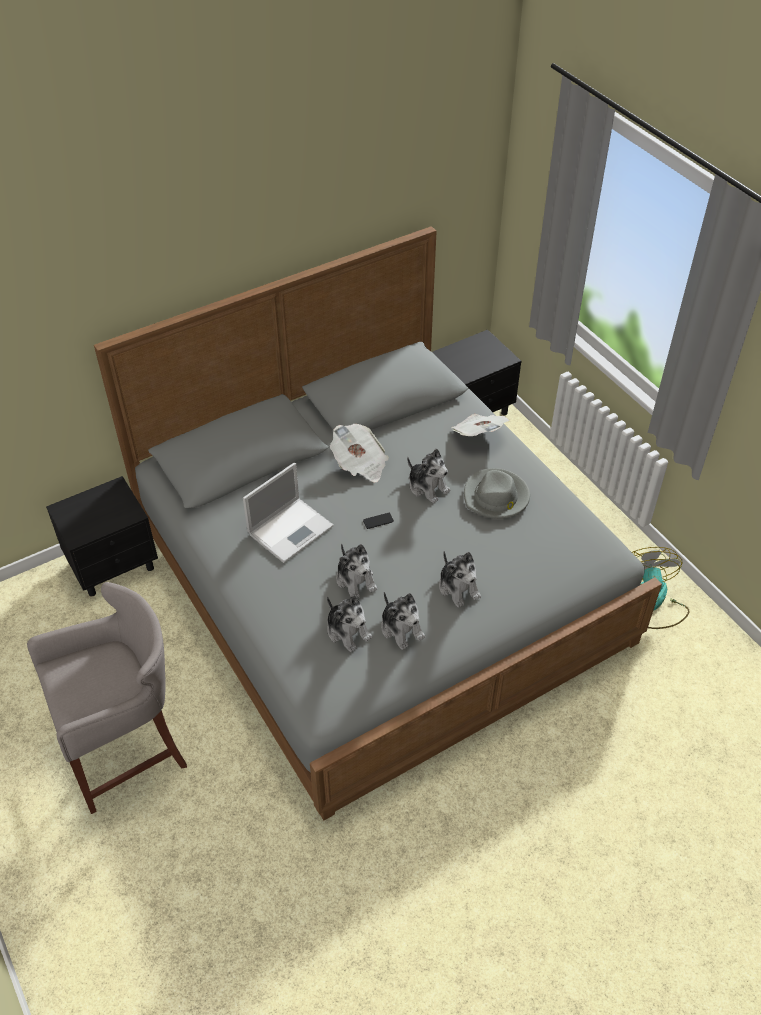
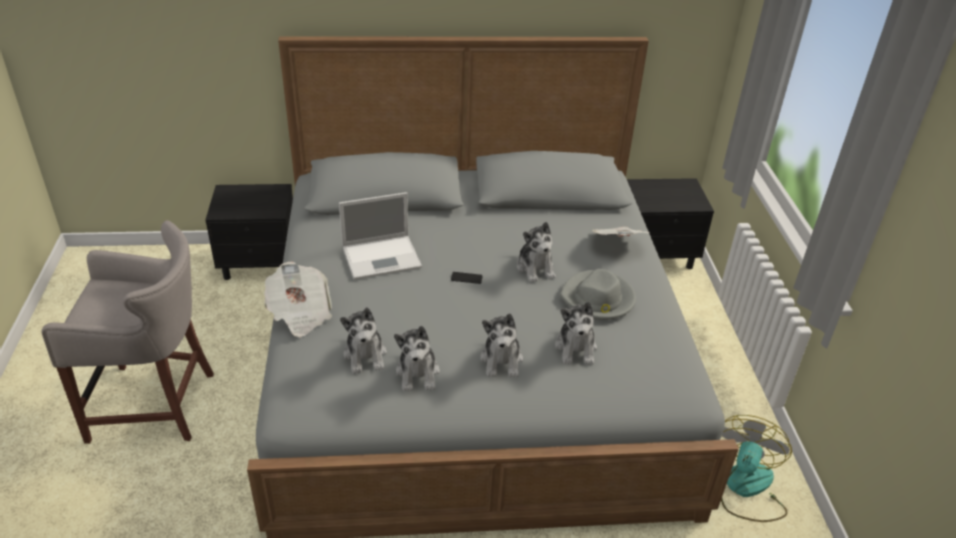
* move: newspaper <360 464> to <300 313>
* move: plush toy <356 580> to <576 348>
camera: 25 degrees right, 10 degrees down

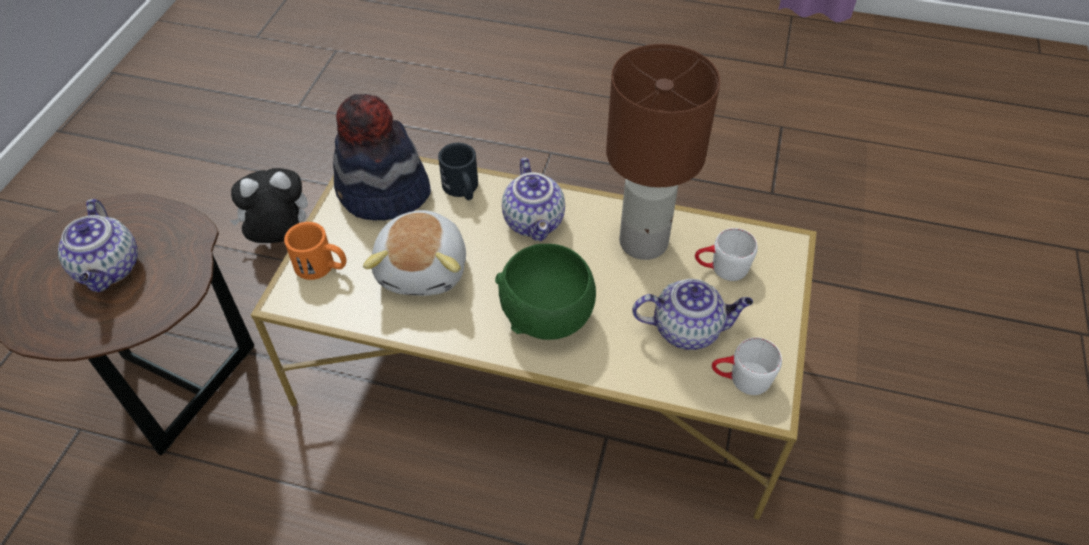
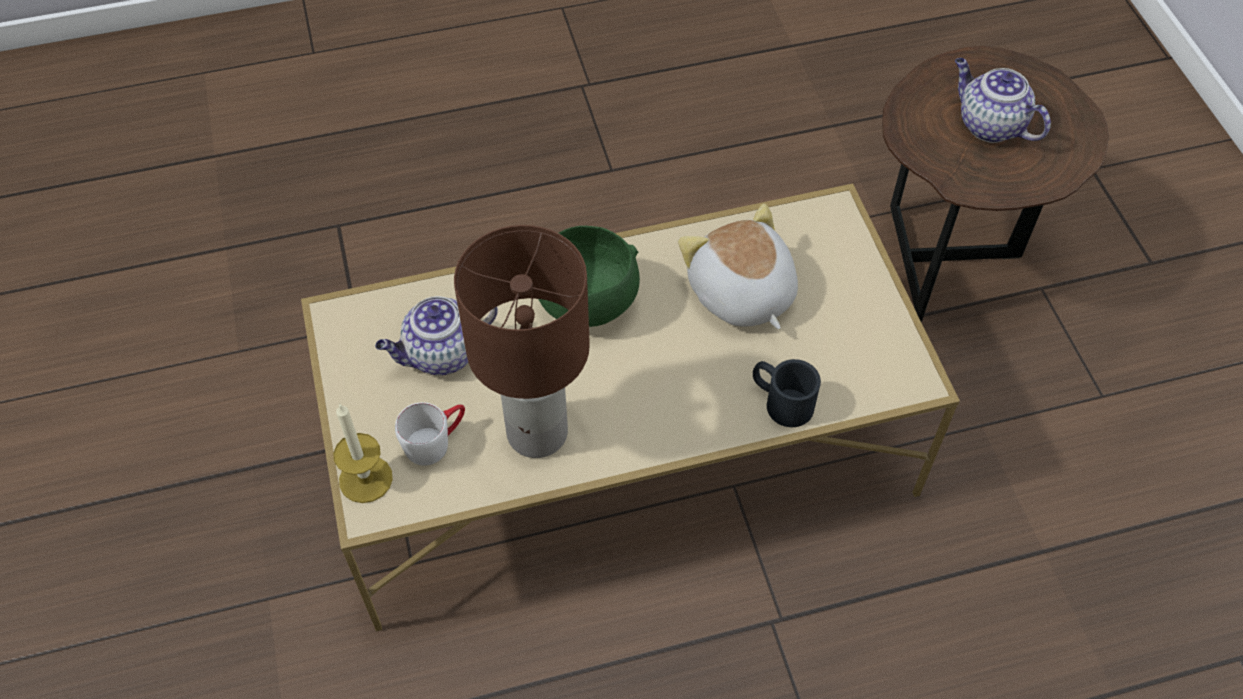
* delete: plush toy <280 238>
* delete: mug (orange) <322 266>
* delete: hat <383 193>
* delete: teapot <535 222>
* delete: mug (white) <741 379>
* insert: candle <365 479>
camera: 150 degrees right, 5 degrees up

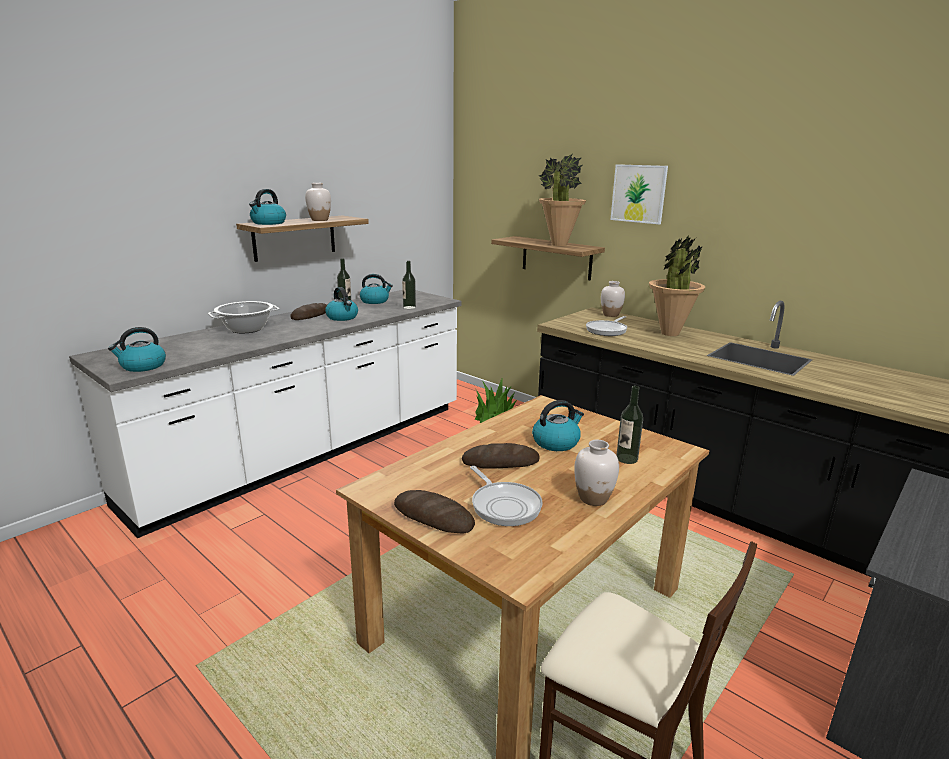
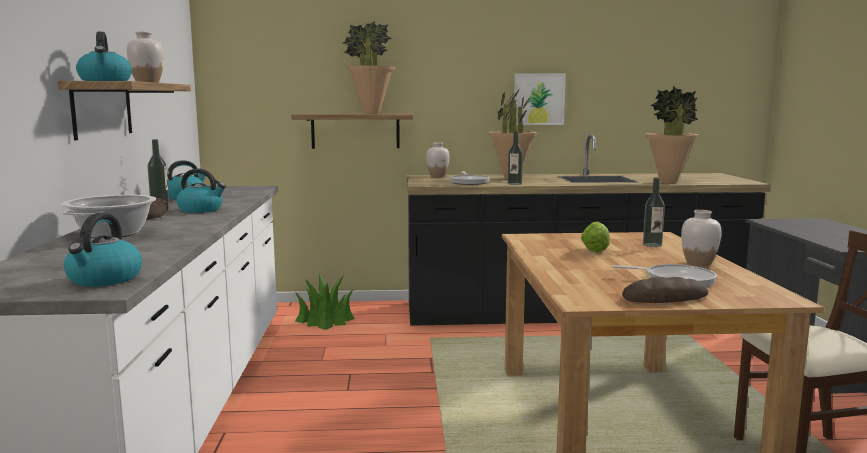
* move: bottle <409 307> to <514 184>
* delete: bread <500 462>
* replace: kettle <556 442> to lettuce <595 249>
* move: picture <638 193> to <539 99>
* insert: potted plant <668 182>
camera: 45 degrees left, 10 degrees down

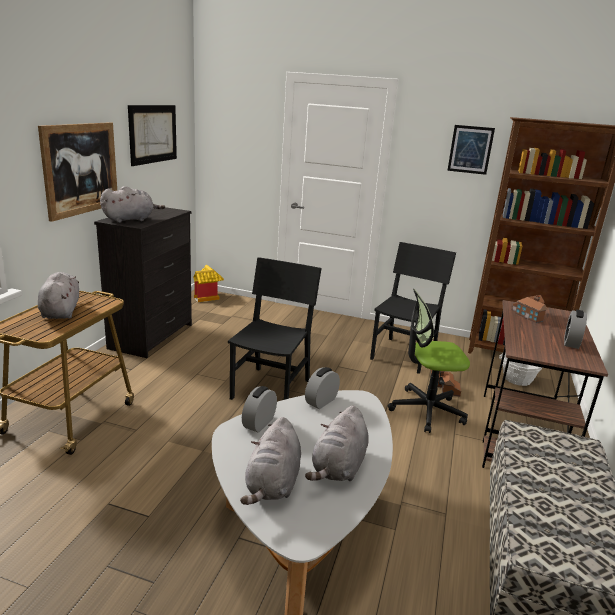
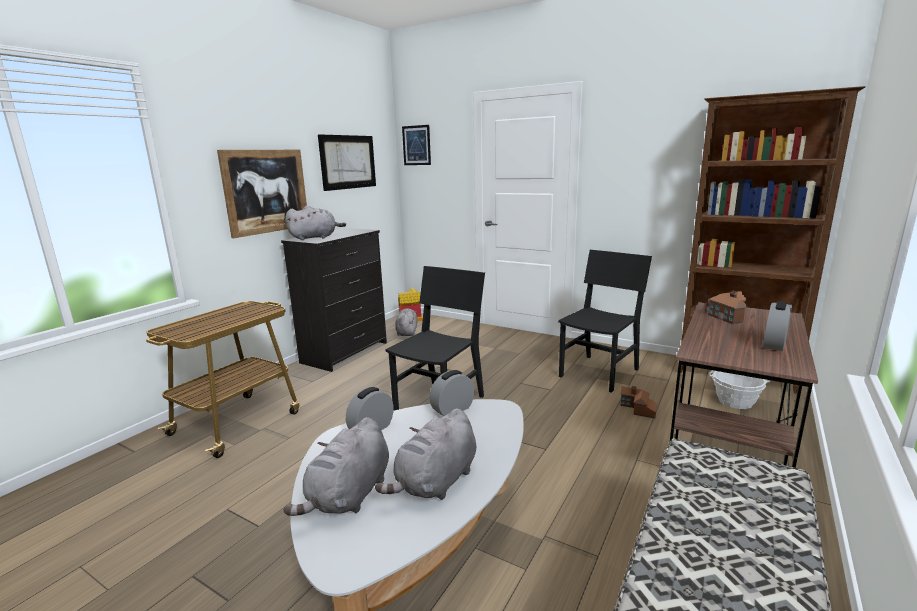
* move: plush toy (grey) <61 311> to <407 332>
* delete: office chair <426 410>
* move: picture <470 149> to <416 145>
camera: 15 degrees right, 5 degrees down

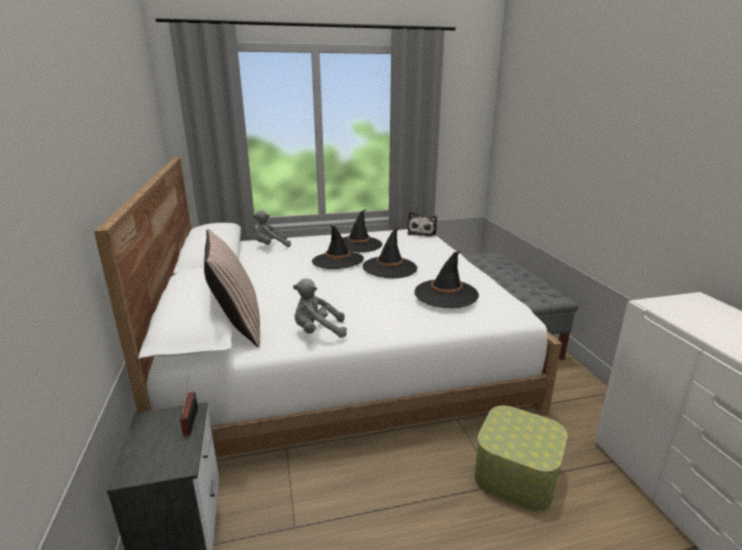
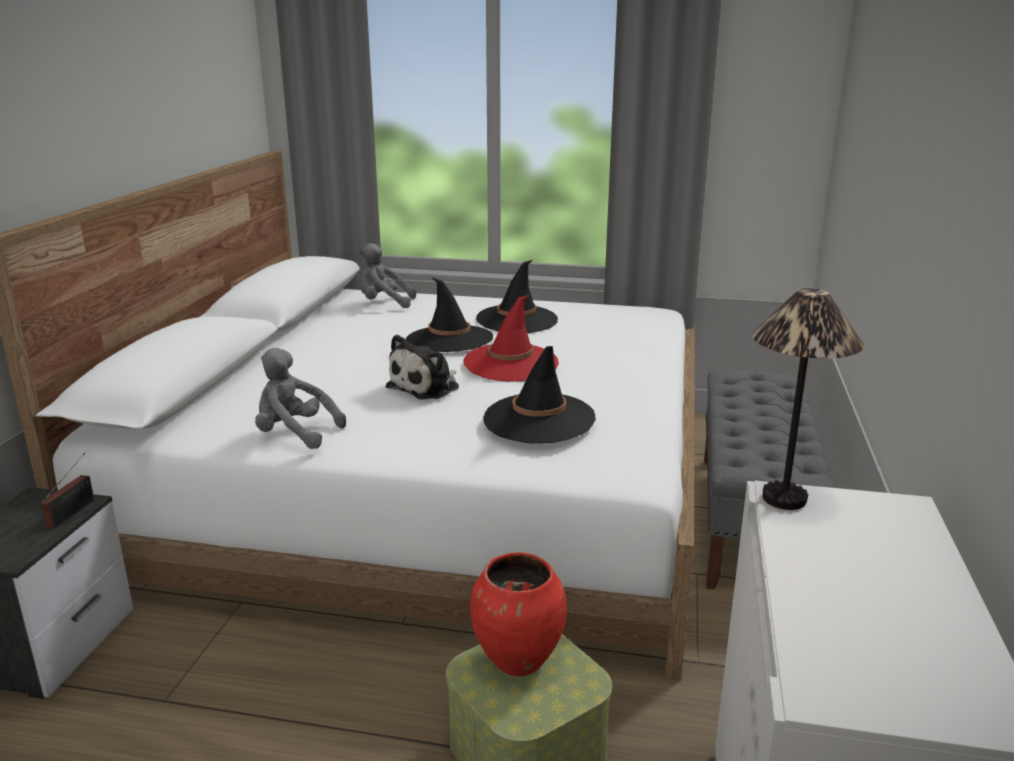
* delete: pillow <237 325>
* recolor: hat (black) <389 268> to hat (red) <511 363>
* move: plush toy <422 233> to <426 387>
* insert: vase (red) <518 661>
* insert: table lamp <785 499>
camera: 25 degrees right, 0 degrees up

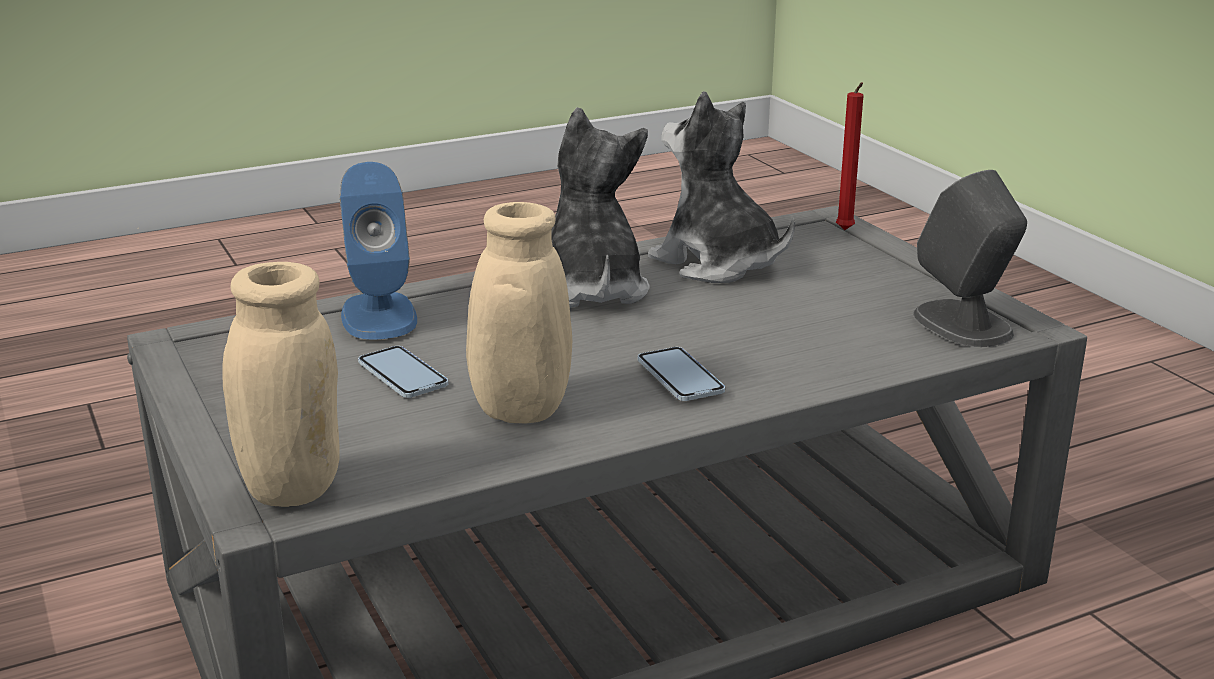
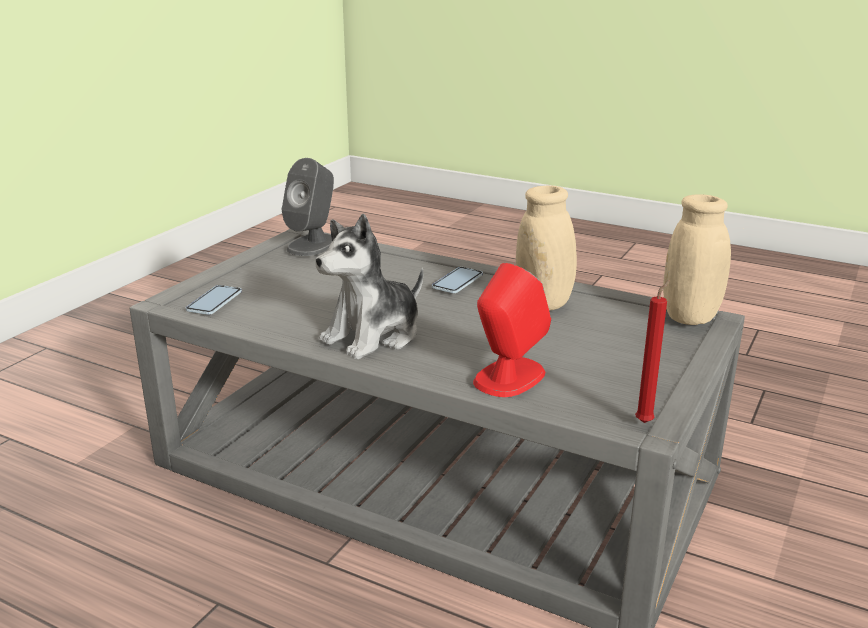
* recolor: speaker (blue) <379 316> to speaker (red) <508 378>
* move: phone <402 374> to <214 301>
* delete: plush toy <717 264>
* move: candle (red) <845 231> to <646 421>
camera: 125 degrees left, 0 degrees up

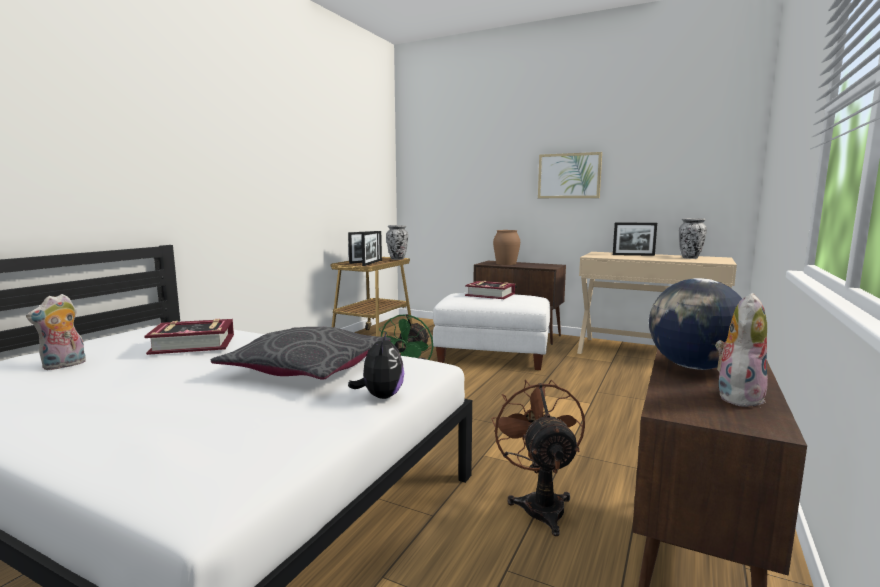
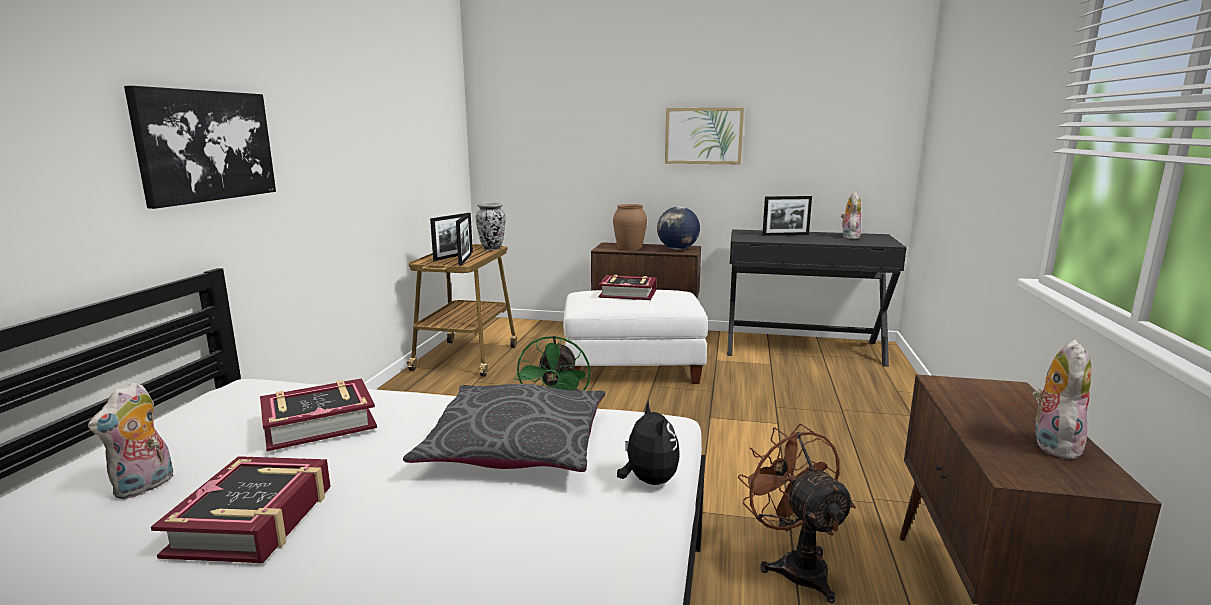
* recolor: desk (beige) <648 353> to desk (black) <802 348>
* move: globe <694 367> to <677 249>
* replace: vase <690 258> to plush toy <849 237>
* insert: picture <206 145>
* insert: book <253 520>
camera: 15 degrees left, 5 degrees up

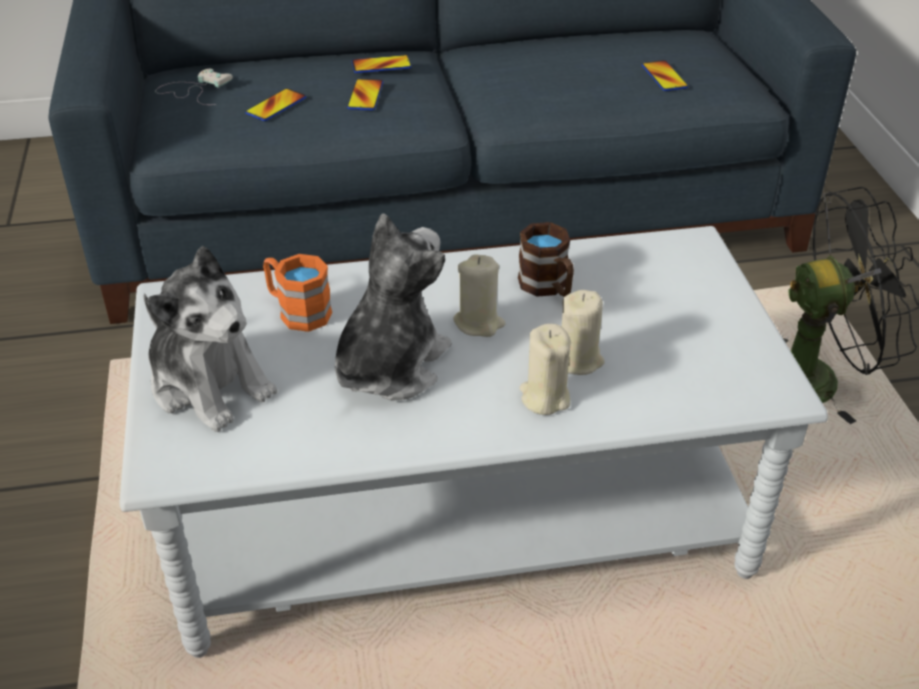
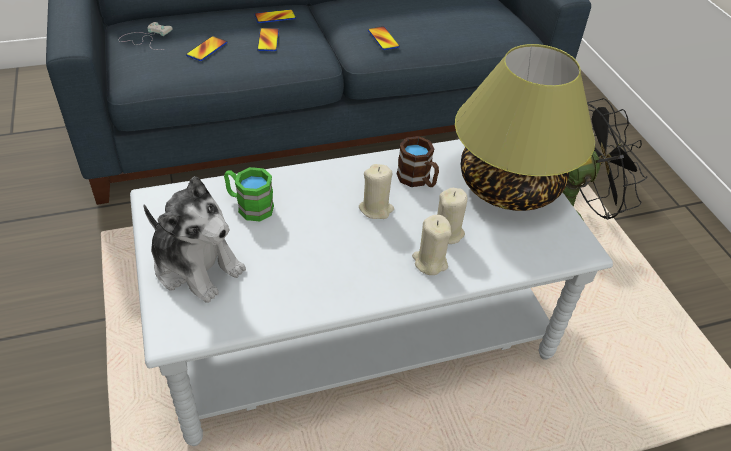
* recolor: mug (orange) <297 311> to mug (green) <249 206>
* delete: plush toy <389 366>
* move: phone <664 77> to <383 39>
* insert: table lamp <507 186>
camera: 10 degrees left, 5 degrees up

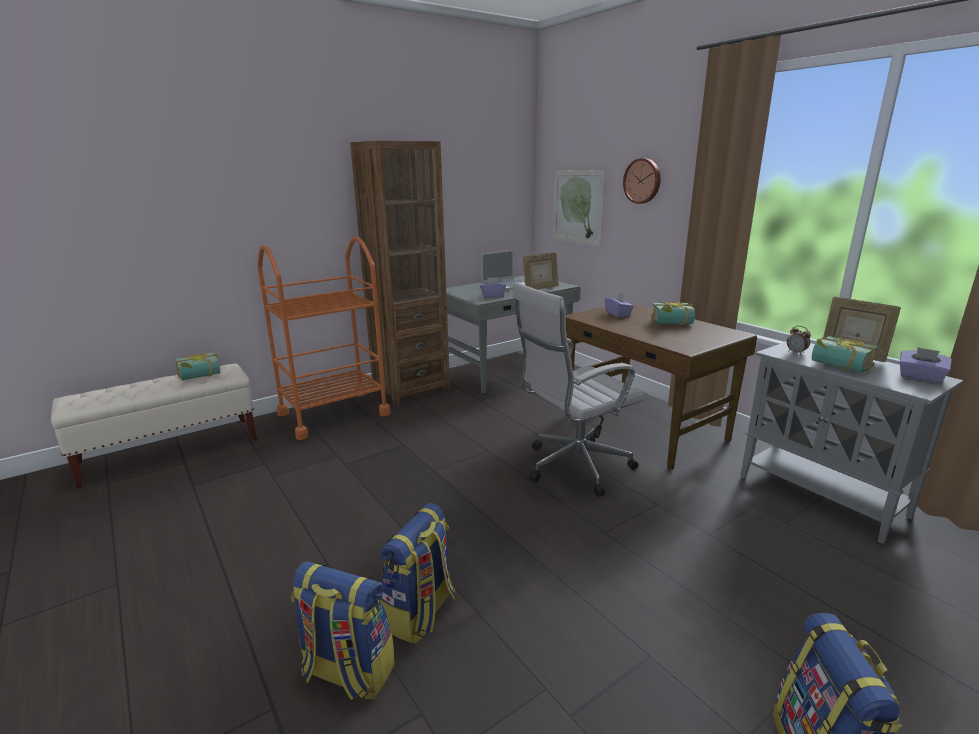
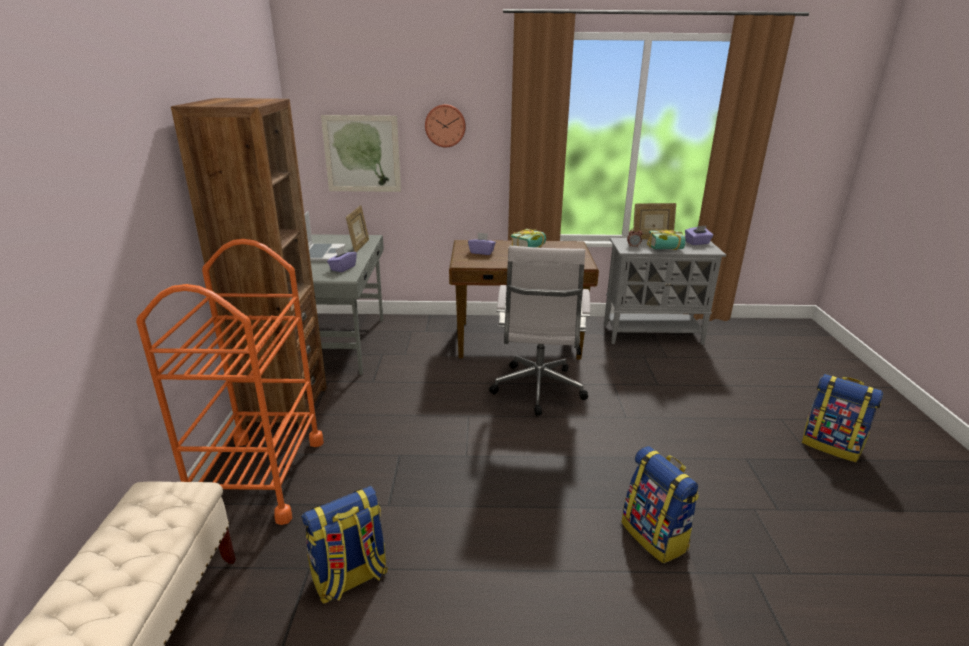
* delete: book <200 377>
* move: backpack <347 672> to <350 578>
camera: 55 degrees left, 5 degrees up

